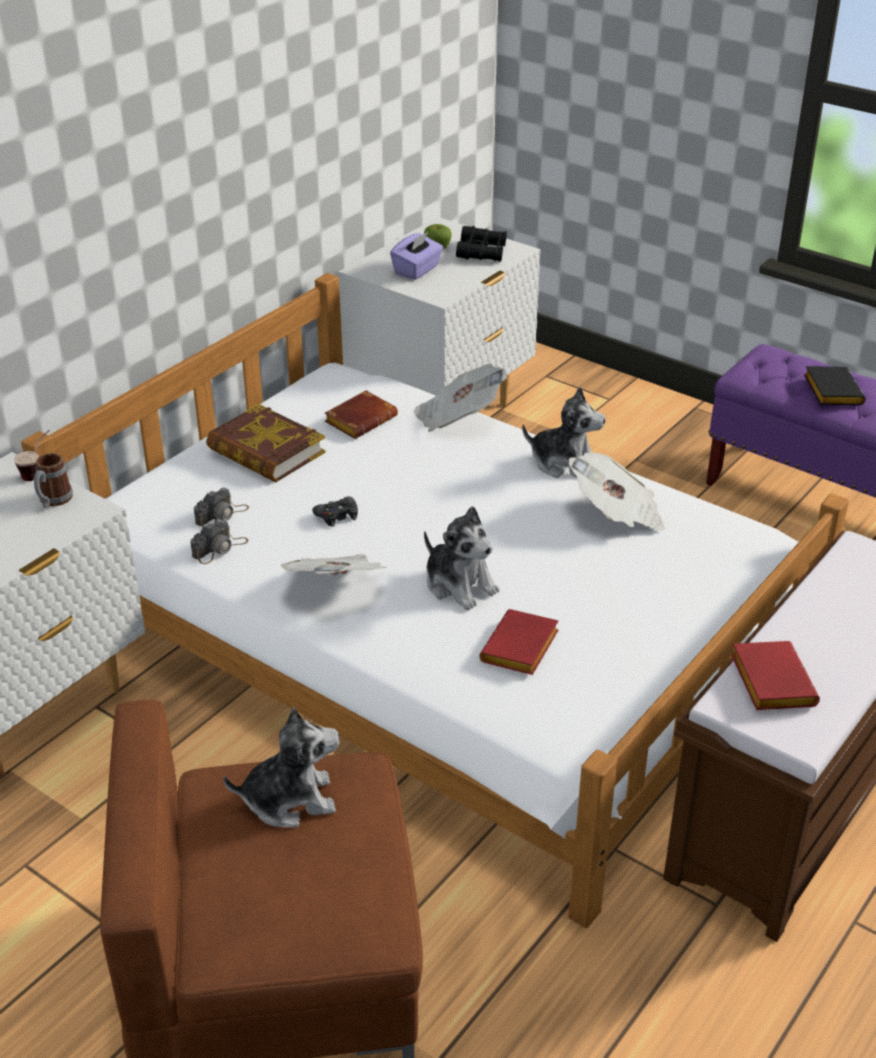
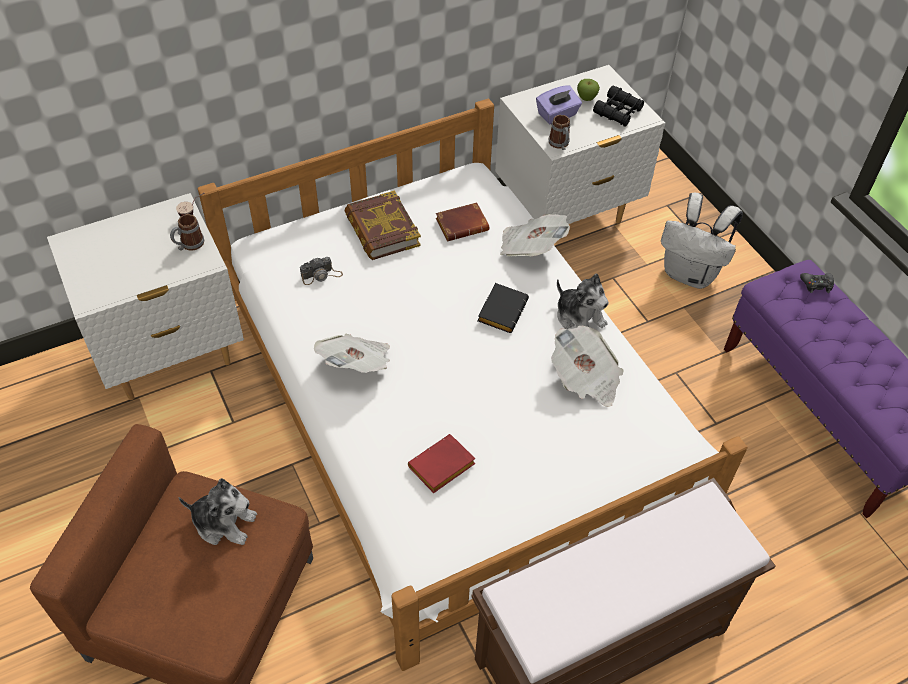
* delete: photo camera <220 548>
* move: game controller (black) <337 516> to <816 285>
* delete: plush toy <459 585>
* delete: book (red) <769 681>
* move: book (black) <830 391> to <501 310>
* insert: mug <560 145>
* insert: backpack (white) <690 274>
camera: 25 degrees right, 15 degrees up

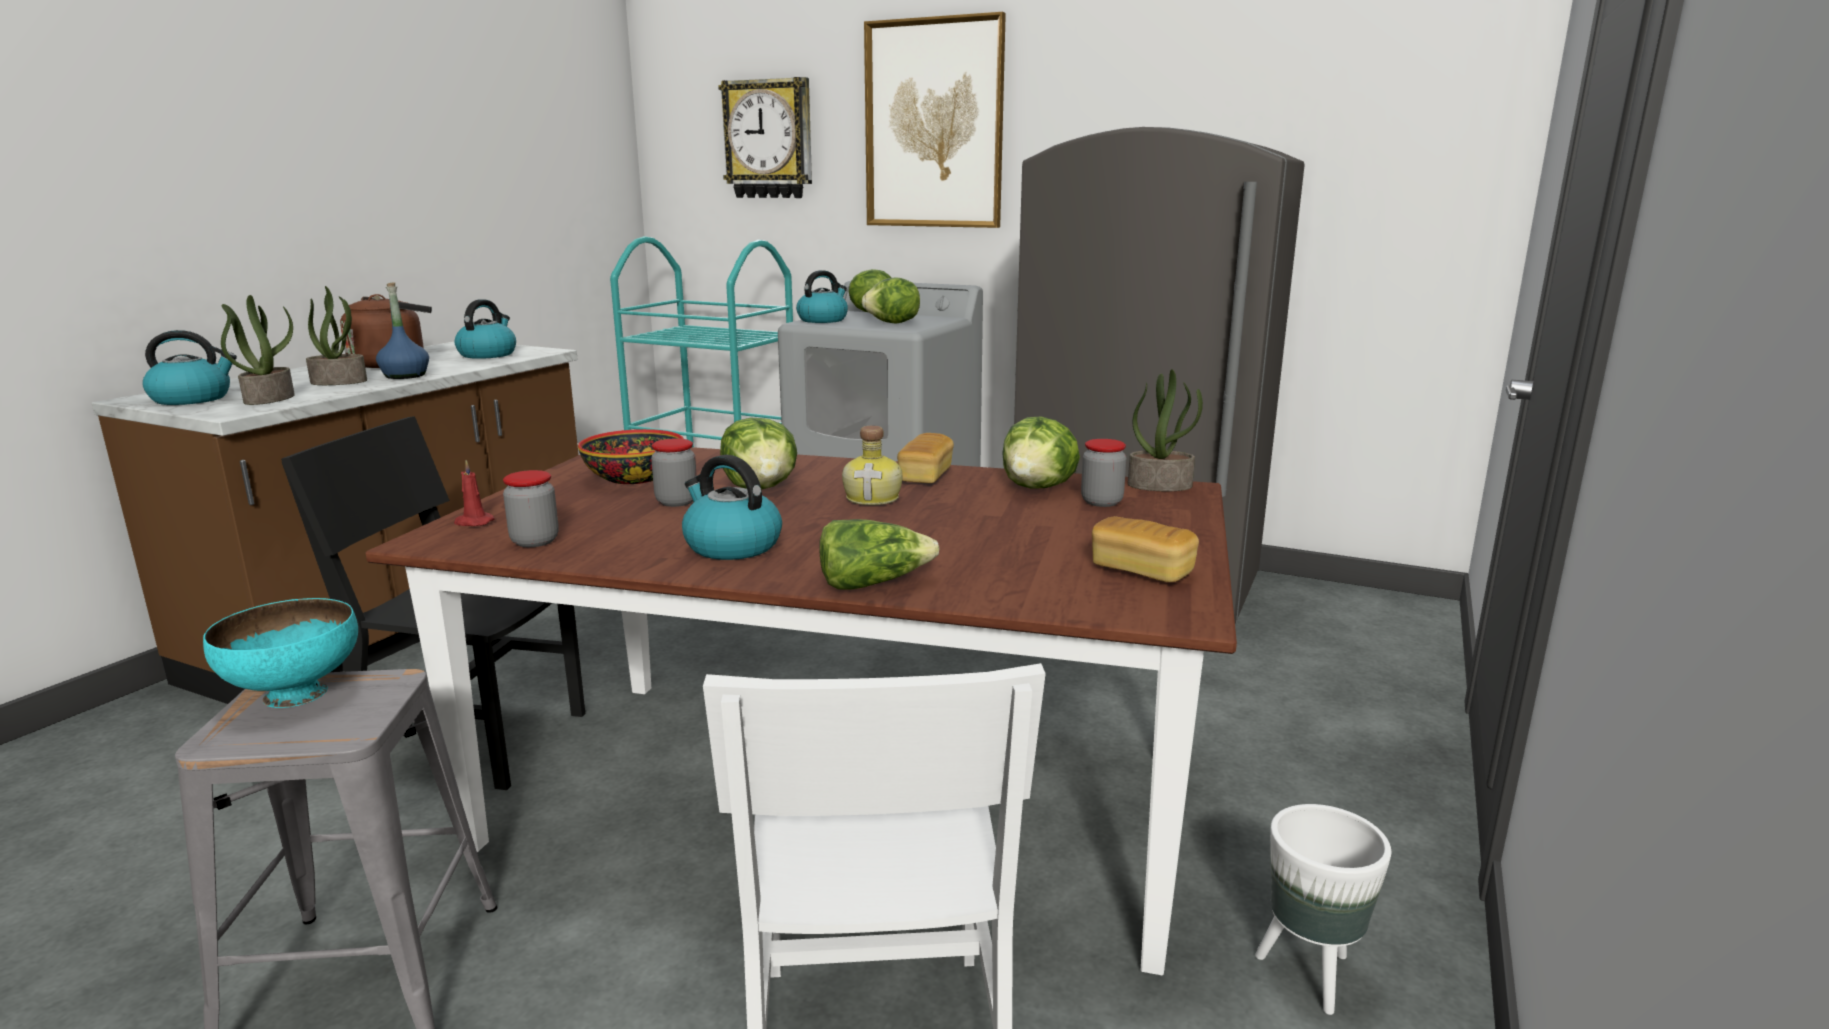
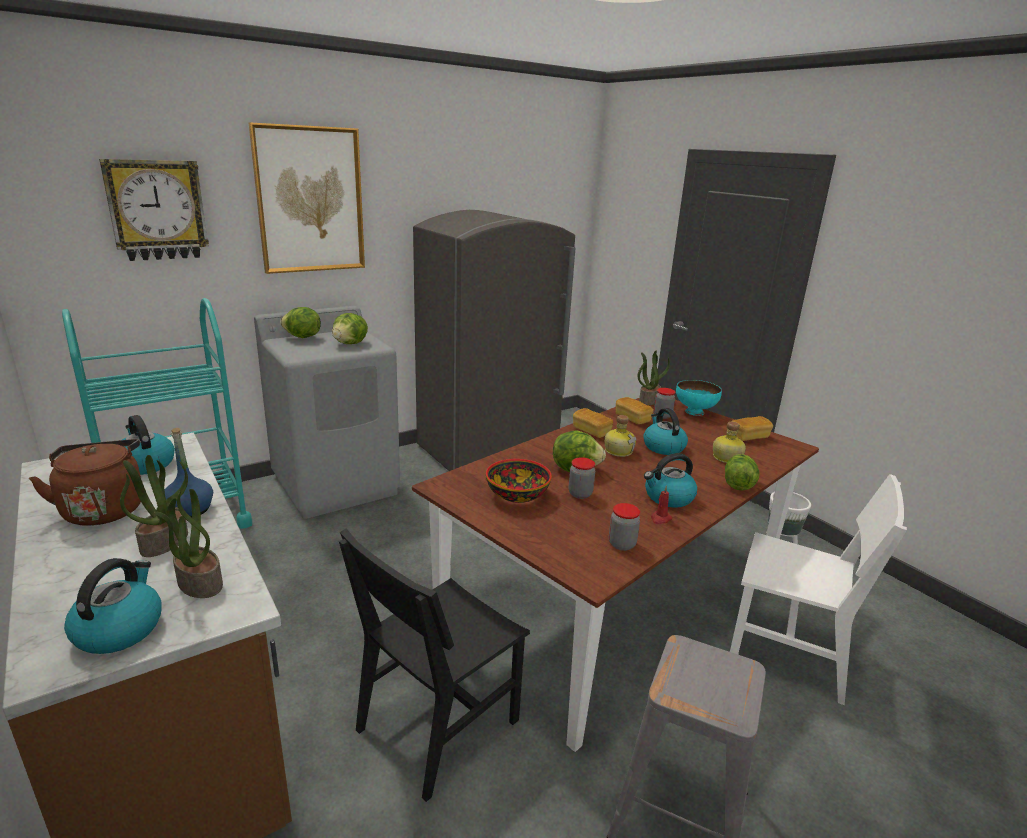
* move: bowl (turquoise) <294 695> to <695 412>
* move: candle (red) <473 522> to <660 519>
* move: kettle <823 320> to <663 447>
* replace: lettuce <1038 488> to bread <632 419>
* insert: bottle <726 458>
camera: 60 degrees left, 5 degrees up

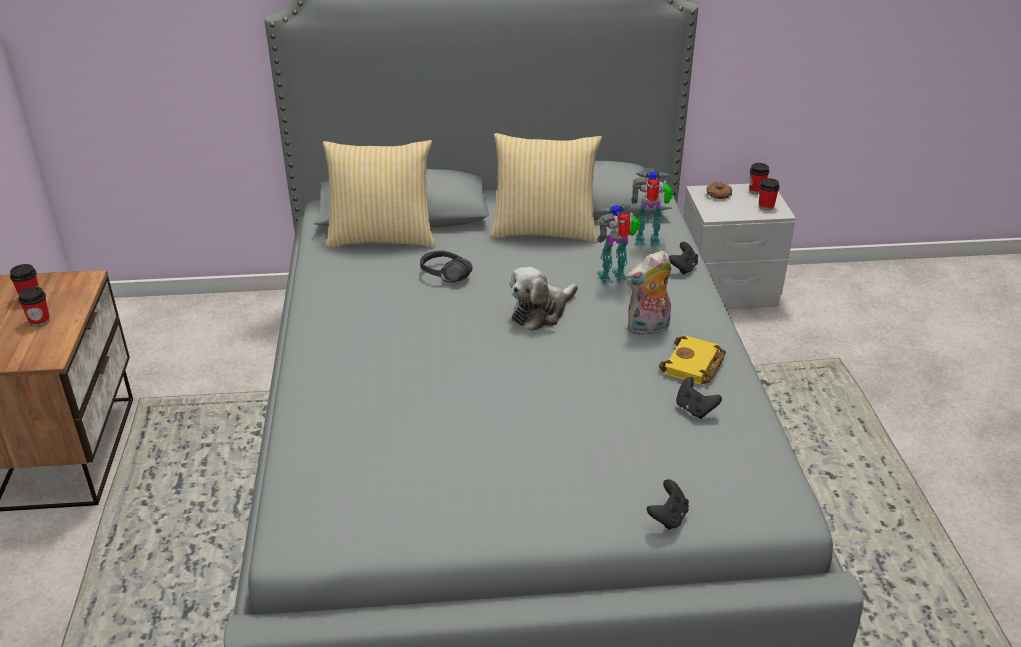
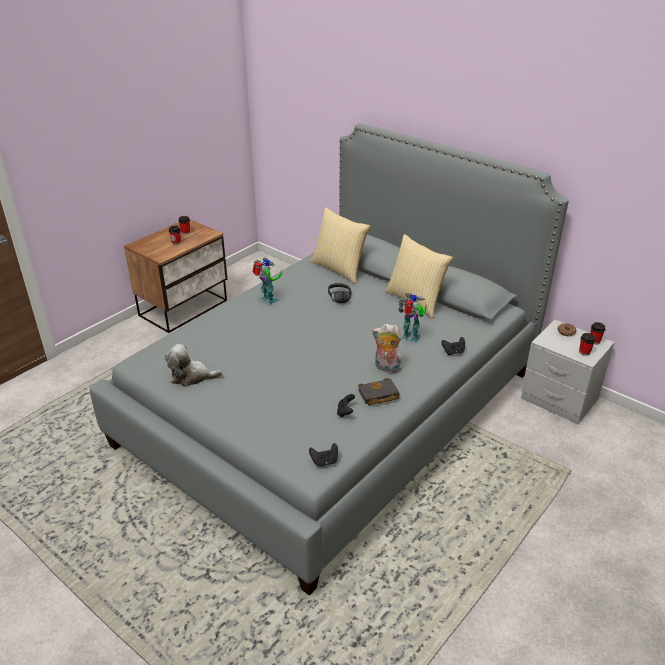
* move: plush toy <541 312> to <191 377>
* move: toy robot <649 242> to <268 301>
* move: game controller (black) <668 517> to <324 462>
* recolor: book (yellow) <694 366> to book (black) <378 395>
camera: 45 degrees right, 0 degrees up

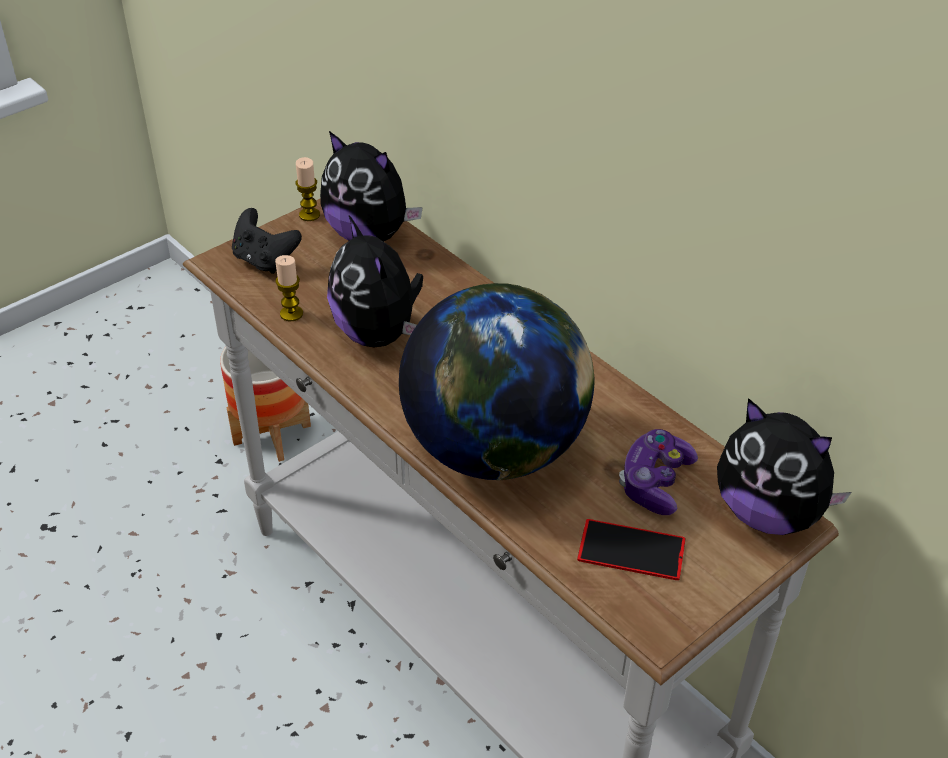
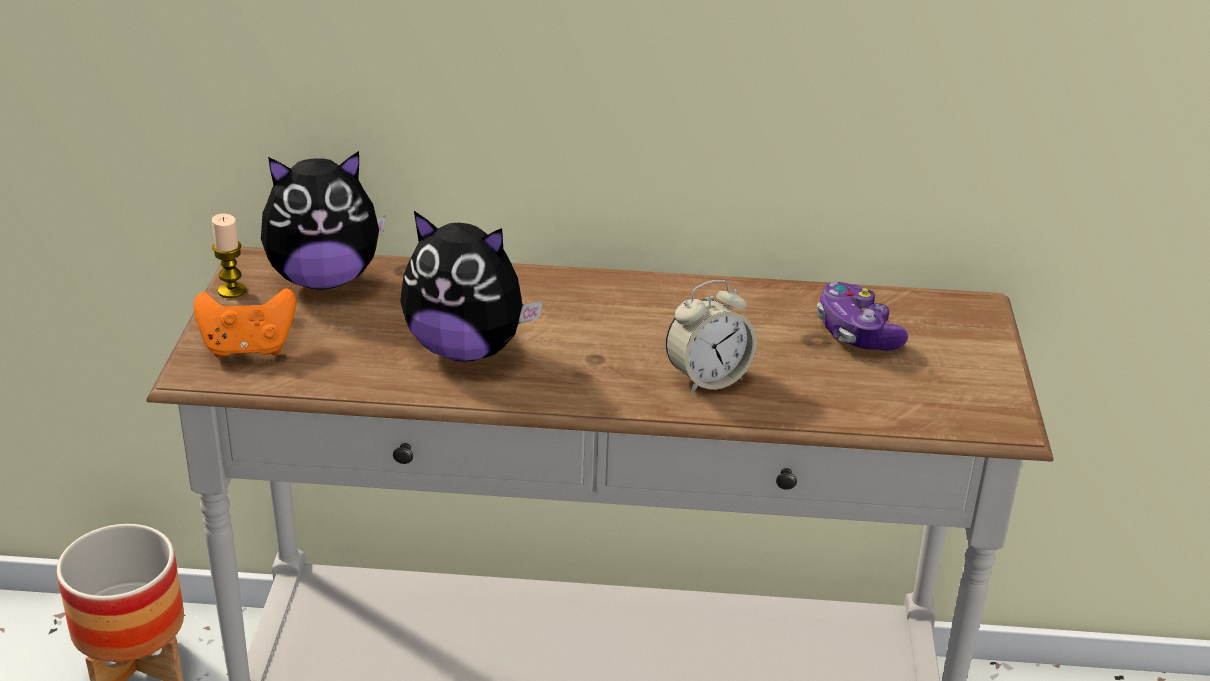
* recolor: game controller (black) <265 260> to game controller (orange) <248 349>
* delete: candle <291 314>
* replace: globe <494 450> to alarm clock <708 379>
* delete: phone <631 549>
* delete: plush toy <768 512>
camera: 45 degrees left, 10 degrees down

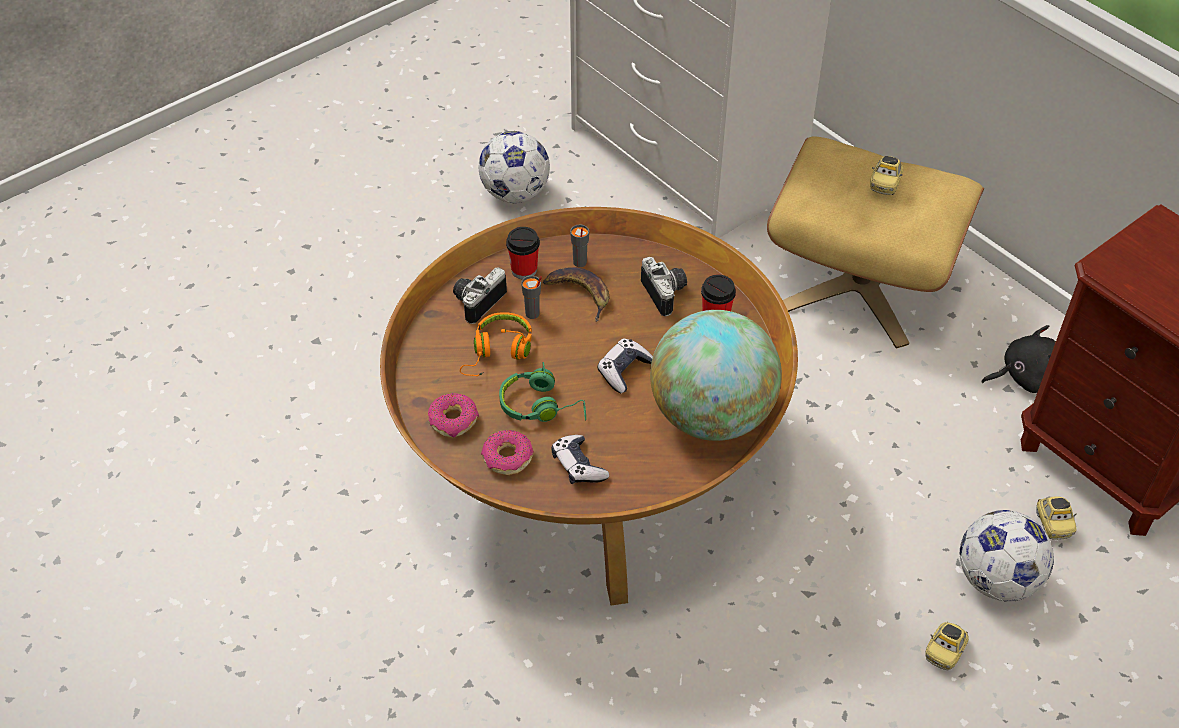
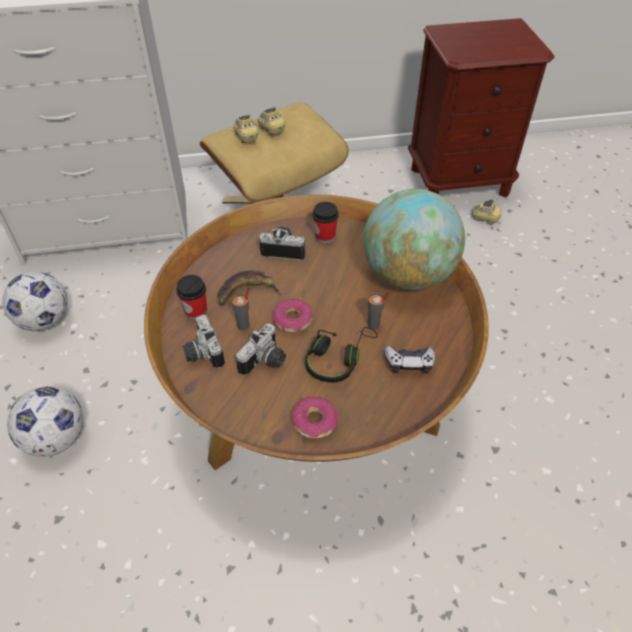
* replace: headphones (orange) <498 352> to photo camera <265 362>
* move: donut <507 458> to <292 320>
* recolor: headphones (green) <542 406> to headphones (black) <337 359>
* move: cup (grey) <579 262> to <373 325>
* delete: game controller <624 371>
* move: toy car <944 651> to <246 137>
* move: football <997 580> to <57 438>
* delete: plush toy (black) <1024 376>
camera: 60 degrees left, 0 degrees up

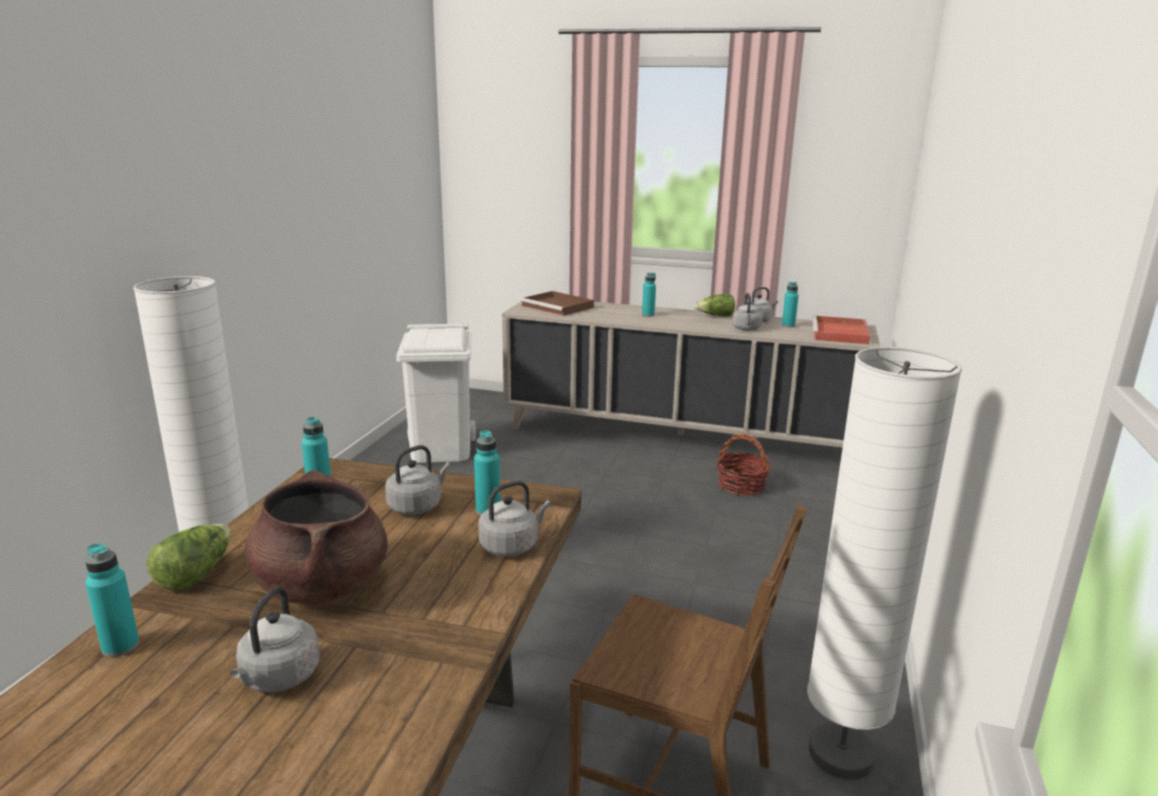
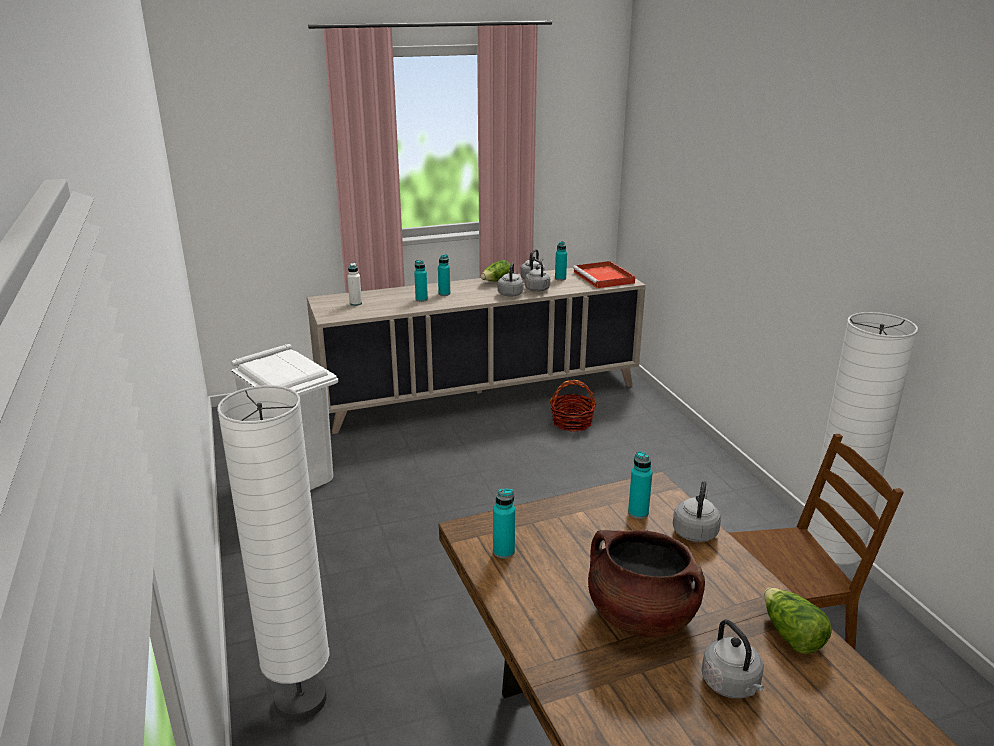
* move: bottle (turquoise) <120 646> to <421 299>
* move: lettuce <195 574> to <791 635>
* move: kettle (grey) <417 506> to <510 293>
* replace: tray (brown) <558 307> to bottle (white) <355 303>
camera: 35 degrees left, 5 degrees up

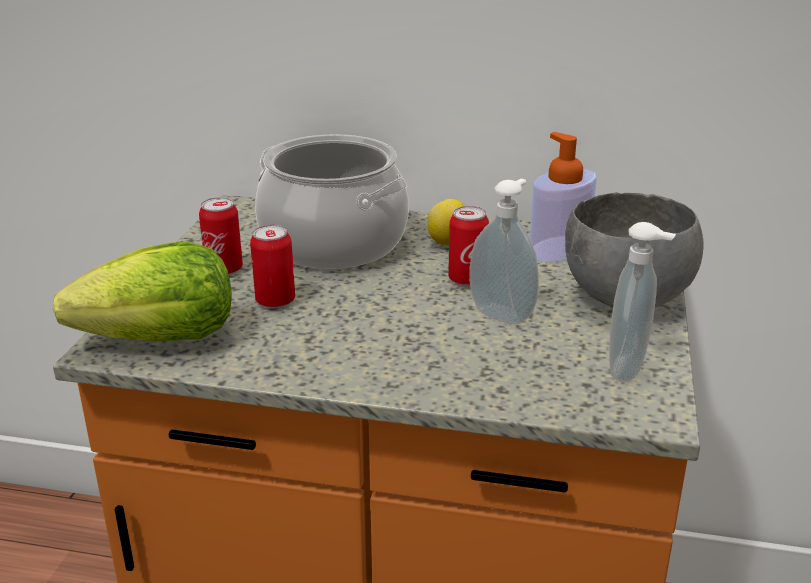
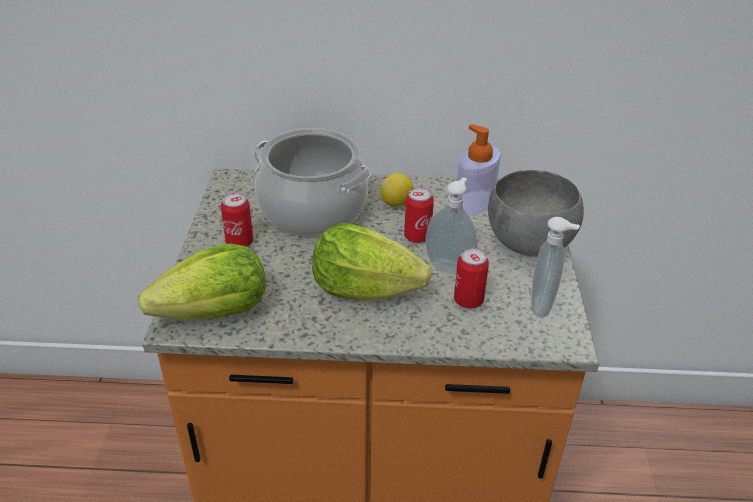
* move: can <275 301> to <468 300>
* insert: lettuce <364 289>
camera: 10 degrees left, 10 degrees up

